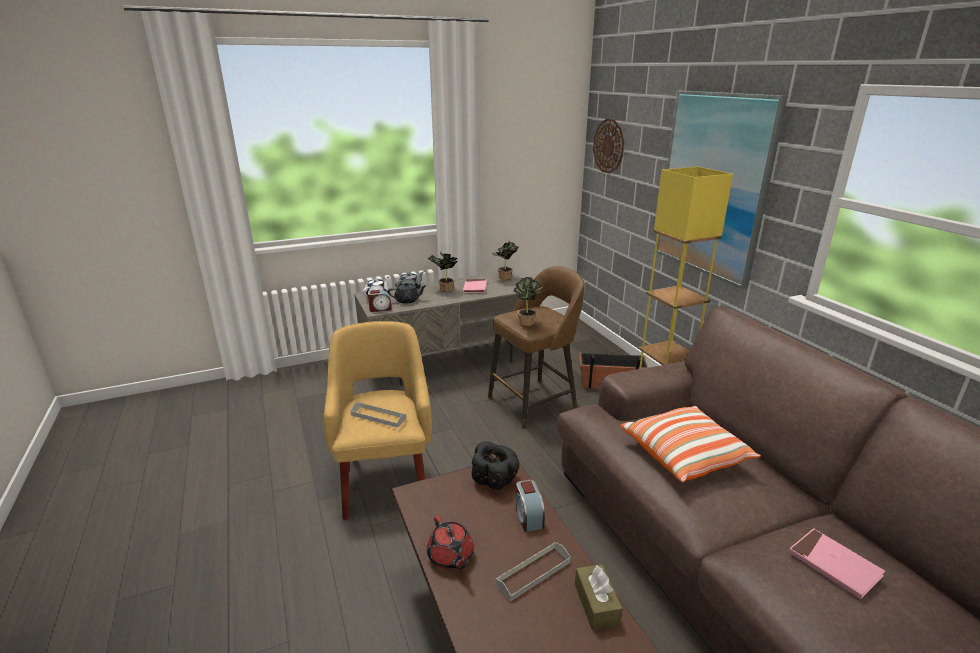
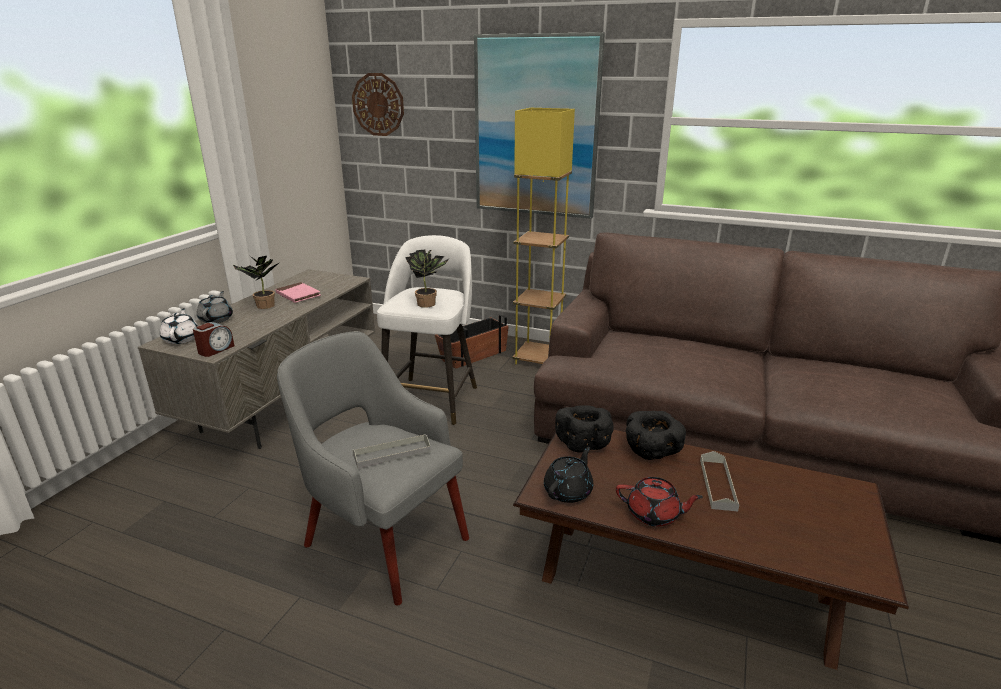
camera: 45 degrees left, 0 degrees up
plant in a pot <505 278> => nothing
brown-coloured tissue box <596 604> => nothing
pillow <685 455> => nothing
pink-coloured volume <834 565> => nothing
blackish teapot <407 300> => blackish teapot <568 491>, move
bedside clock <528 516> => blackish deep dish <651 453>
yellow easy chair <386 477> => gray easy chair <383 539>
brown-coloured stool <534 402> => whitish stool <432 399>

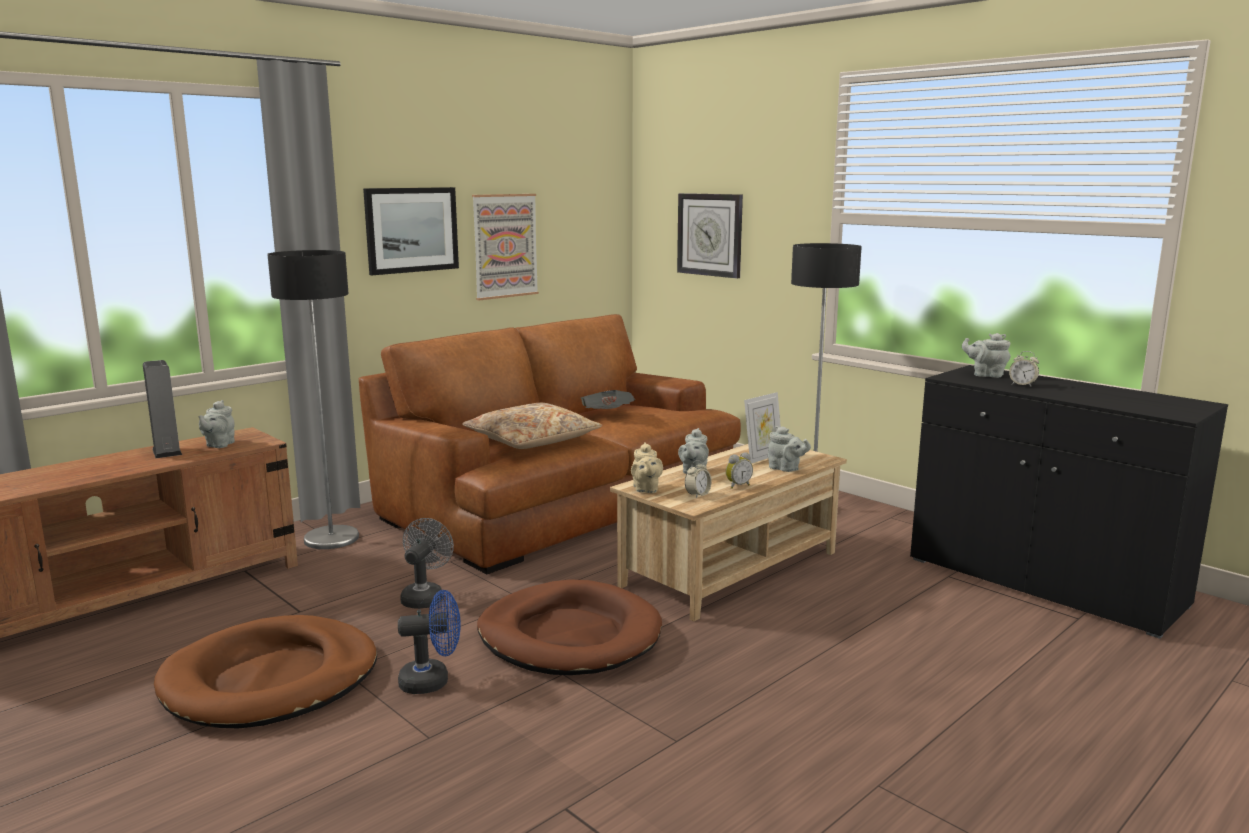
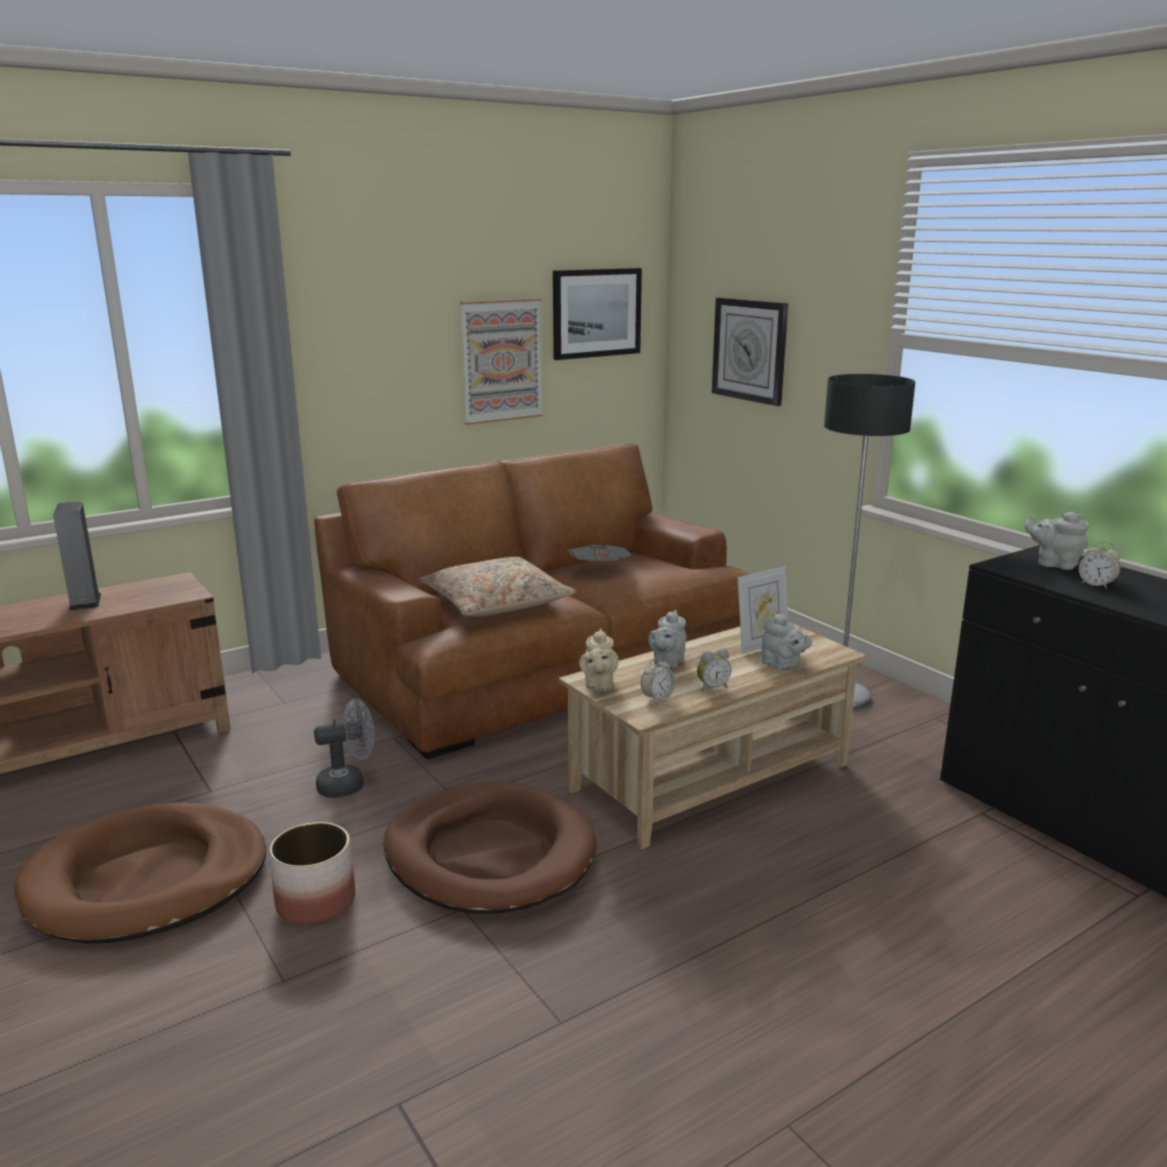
camera: 10 degrees right, 5 degrees up
gray teapot <219 445> => nothing
standard lamp <331 538> => nothing
wall picture <411 230> => wall picture <596 313>, move
blue-coloured fan <432 681> => planter <315 902>
gray fan <425 597> => gray fan <349 784>, 45 degrees clockwise

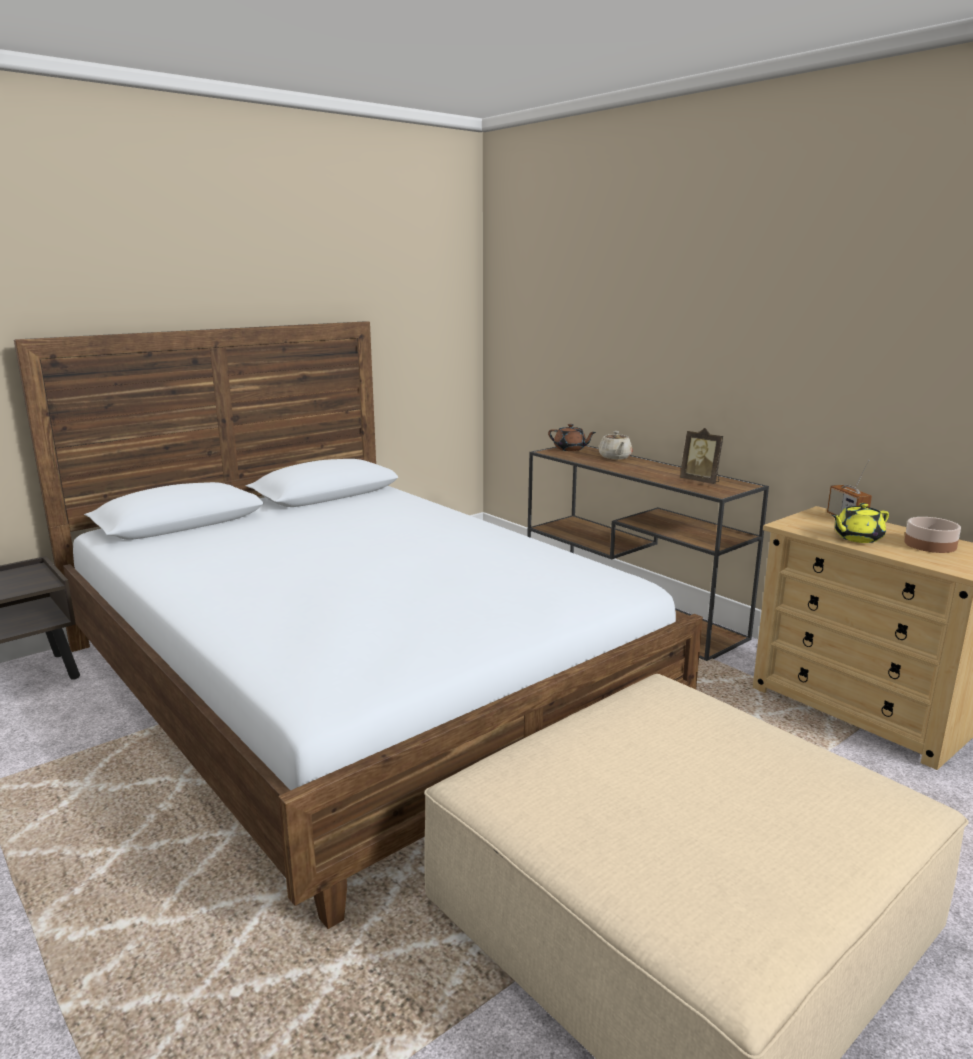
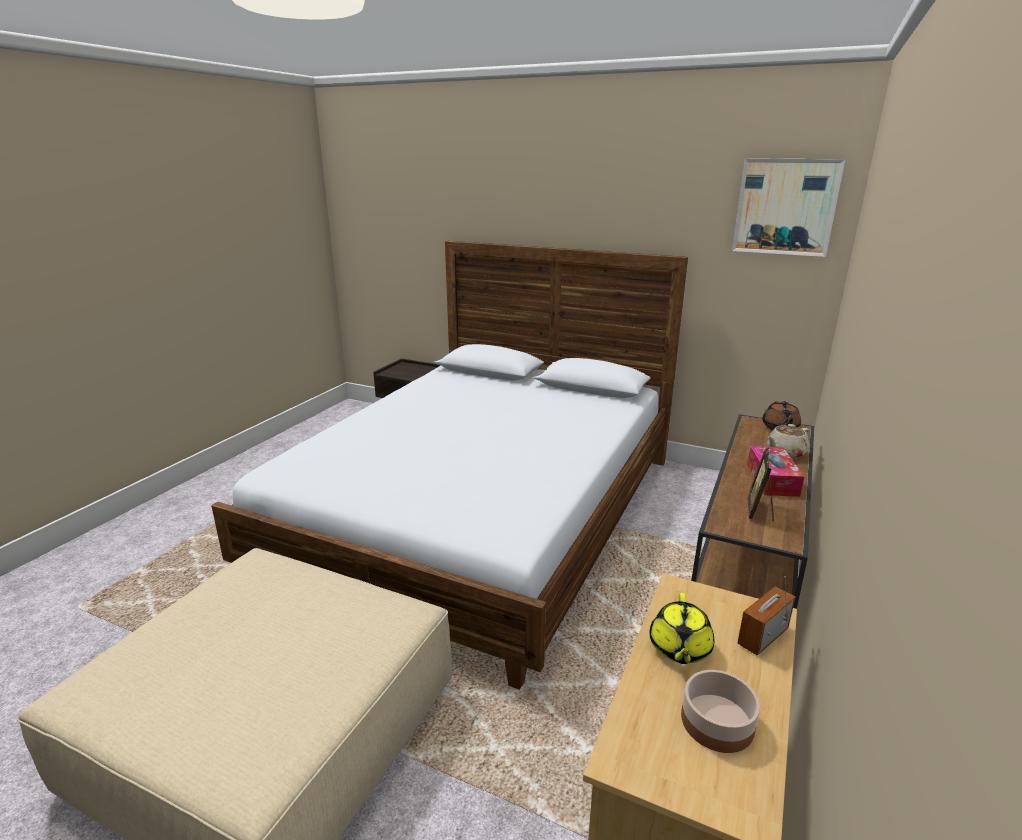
camera: 65 degrees right, 5 degrees up
nothing => wall picture <785 207>
nothing => tissue box <772 480>
yellow teapot <857 538> => yellow teapot <679 648>, 120 degrees counterclockwise

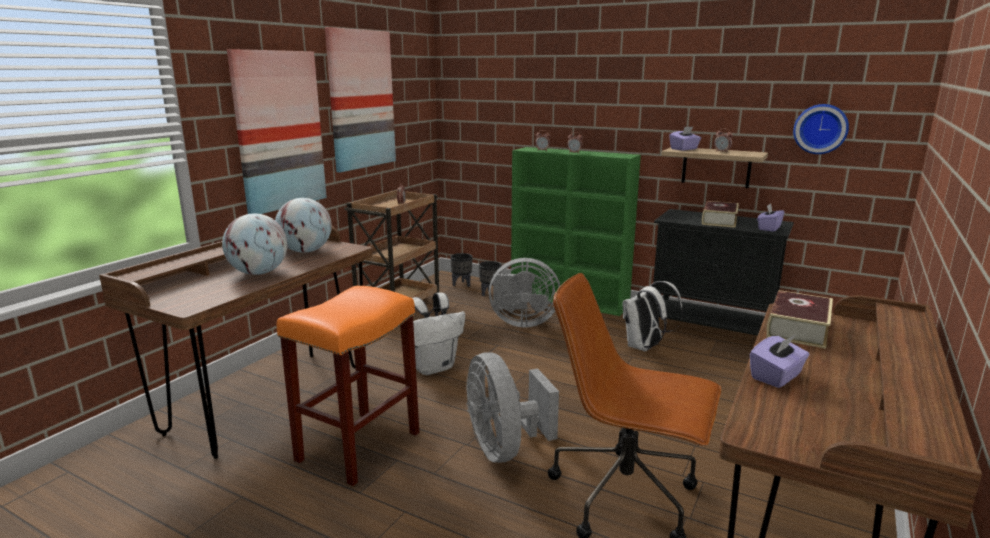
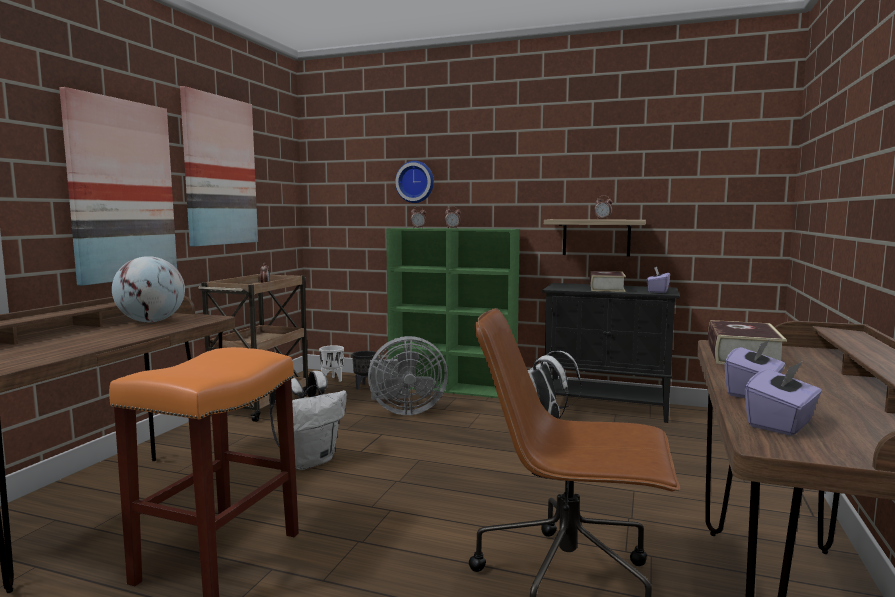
camera: 10 degrees left, 10 degrees down
globe <259 273> => nothing
gray fan <504 448> => nothing
purplish tissue box <684 149> => purplish tissue box <781 424>, move
clock on the wall <820 129> => clock on the wall <415 182>, move
blackish planter <462 284> => whitish planter <332 380>

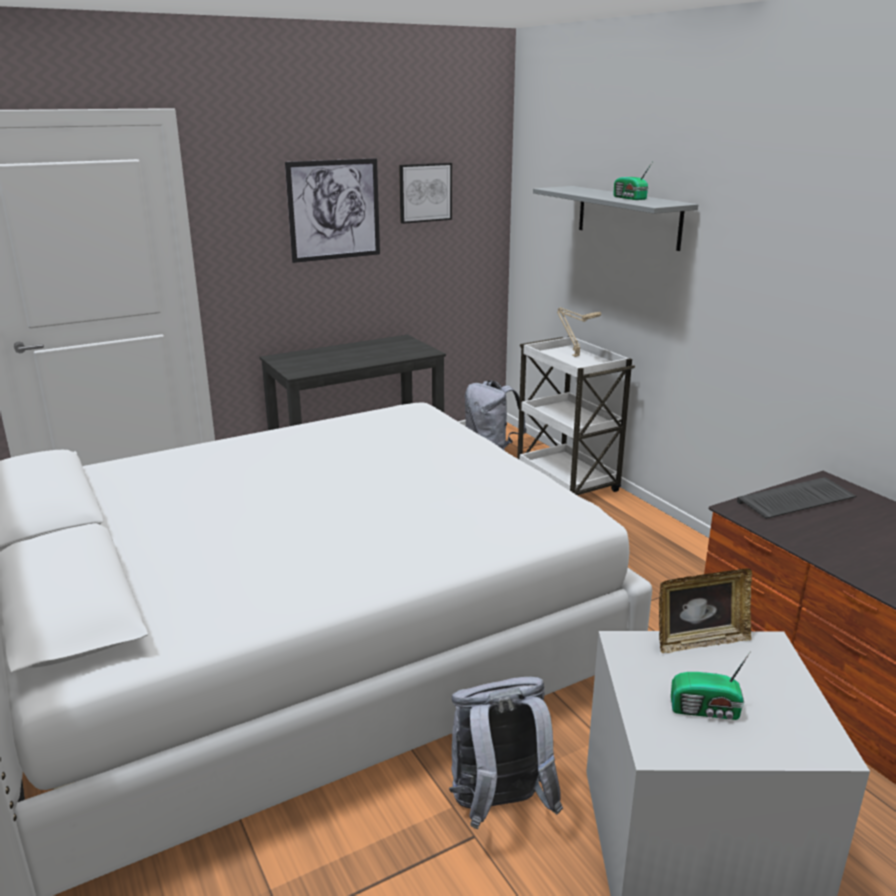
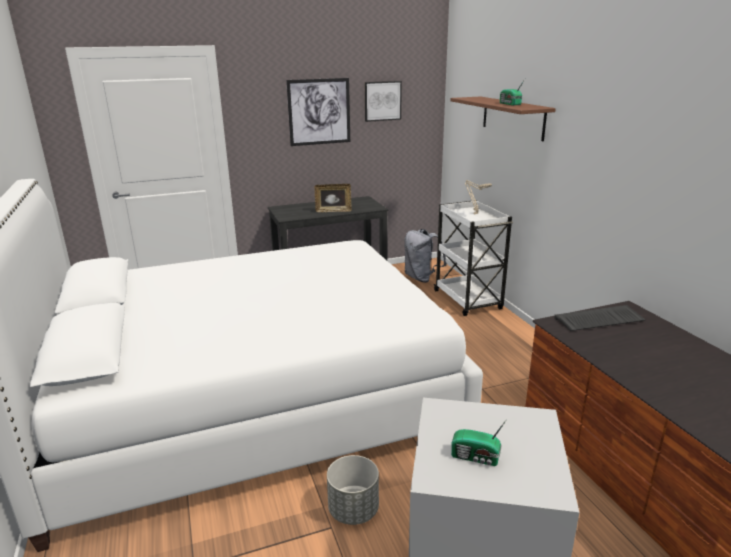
camera: 10 degrees right, 0 degrees up
picture frame <700 641> => picture frame <333 211>, move
gray backpack <499 807> => gray planter <353 510>
gray bracket shelf <628 217> => brown-coloured bracket shelf <512 117>

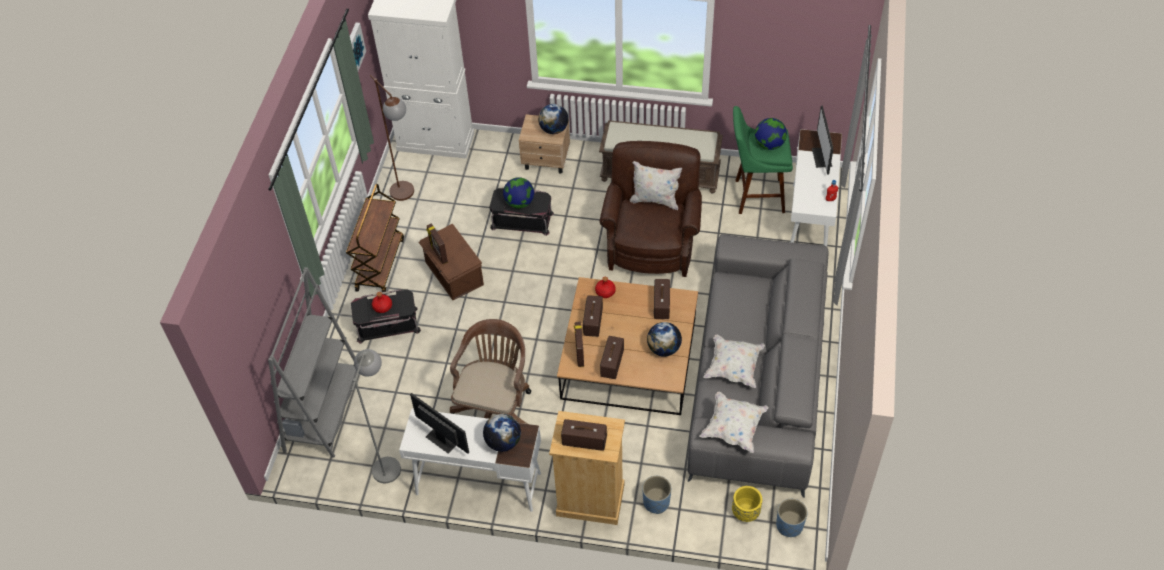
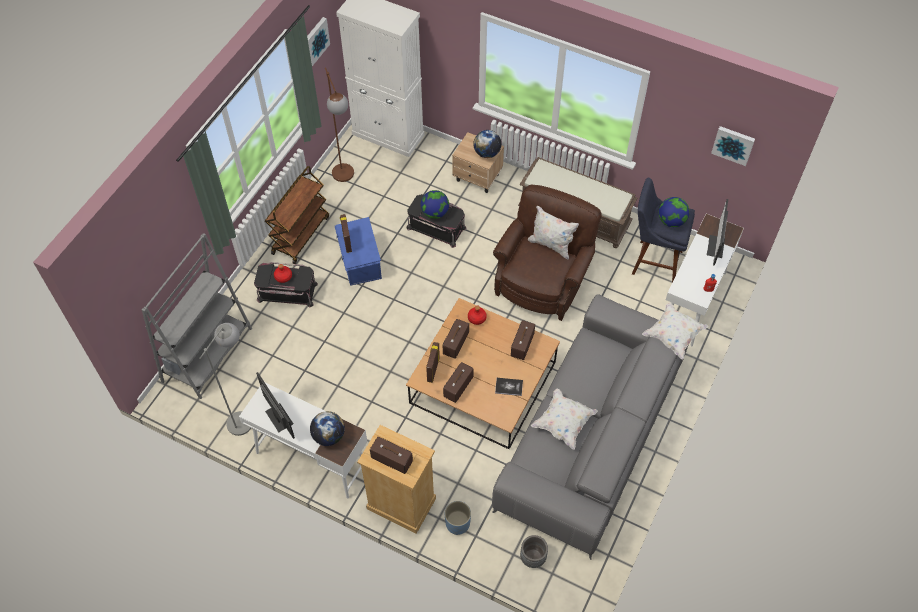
camera: 15 degrees right, 5 degrees up
brown-coloured computer chair <495 408> => nothing
blue-coloured planter <789 525> => nothing
nothing => wall picture <733 144>
whitish pillow <733 428> => whitish pillow <673 336>, move
globe <664 349> => volume <509 387>
brown-coloured storage bin <453 274> => blue-coloured storage bin <359 261>
yellow planter <745 512> => gray planter <533 557>
green stool <755 196> => blue-coloured stool <653 261>

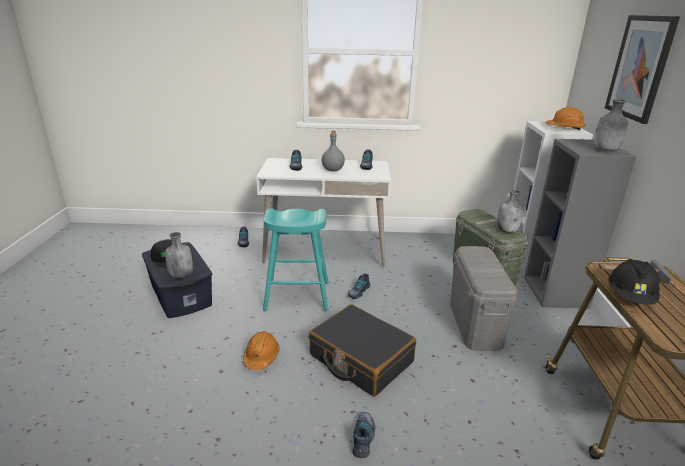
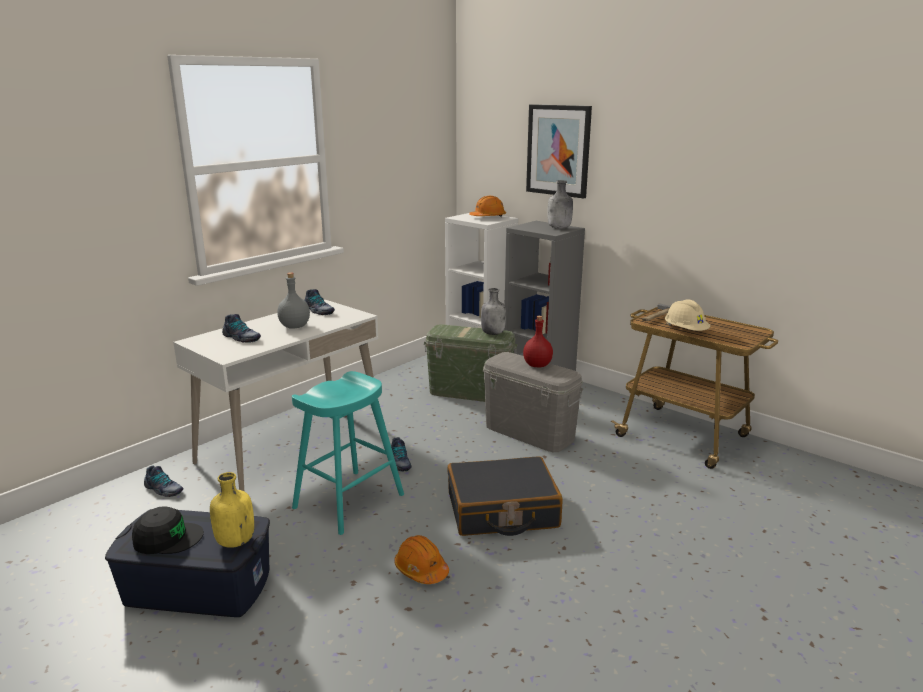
camera: 50 degrees left, 5 degrees down
shoe <363 438> => nothing
nothing => red drink bottle <536 365>
gray drink bottle <181 275> => yellow drink bottle <234 541>
blackish hard hat <630 297> => beige-coloured hard hat <685 331>

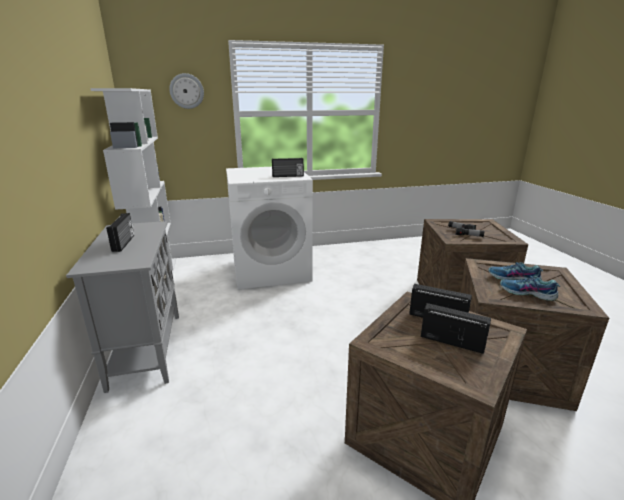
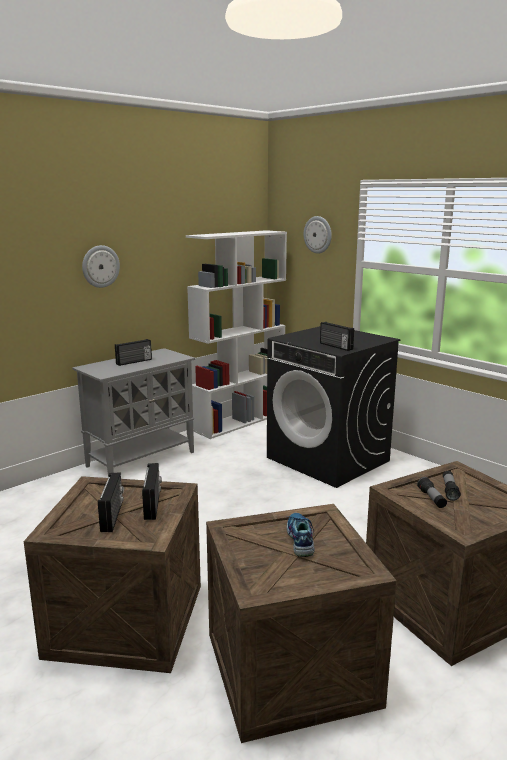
camera: 60 degrees right, 5 degrees down
shoe <527 293> => nothing
nothing => clock on the wall <100 266>
whitish laundry machine <271 270> => blackish laundry machine <328 459>

